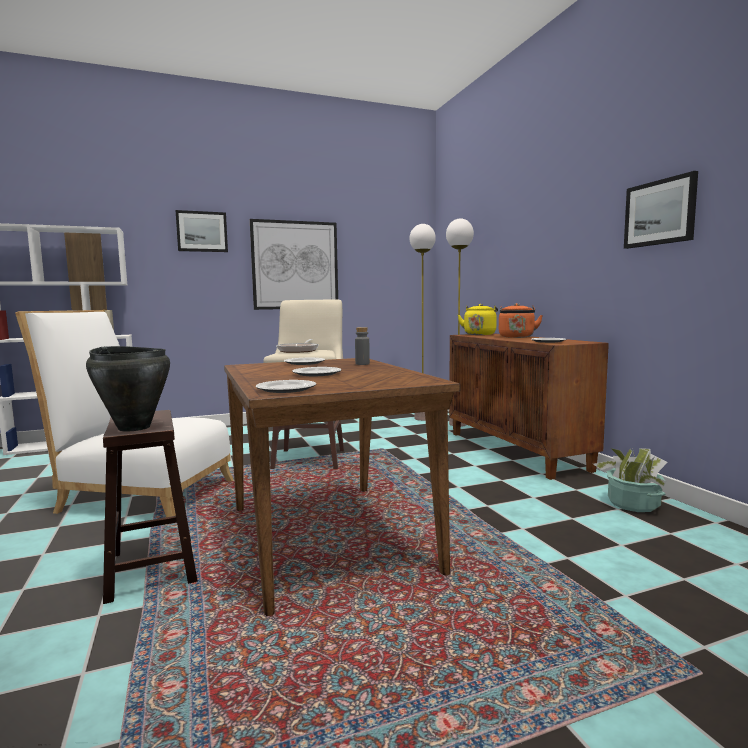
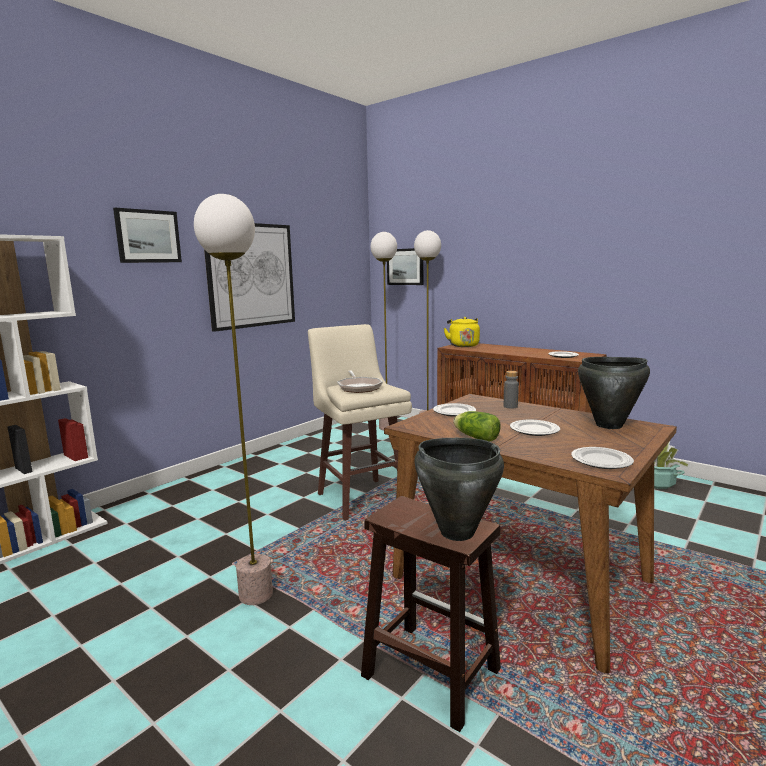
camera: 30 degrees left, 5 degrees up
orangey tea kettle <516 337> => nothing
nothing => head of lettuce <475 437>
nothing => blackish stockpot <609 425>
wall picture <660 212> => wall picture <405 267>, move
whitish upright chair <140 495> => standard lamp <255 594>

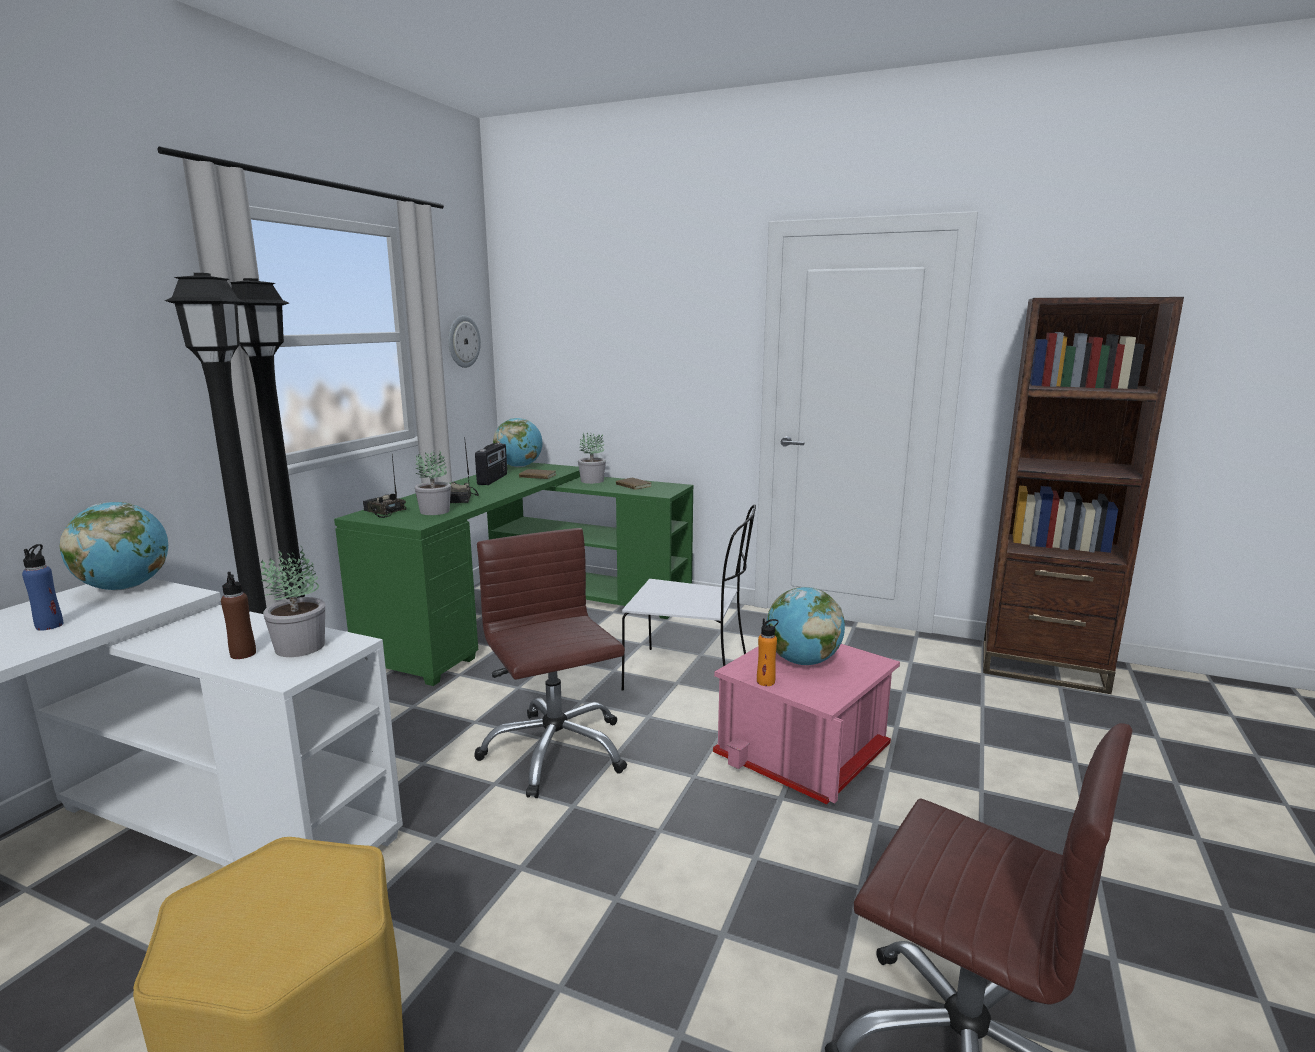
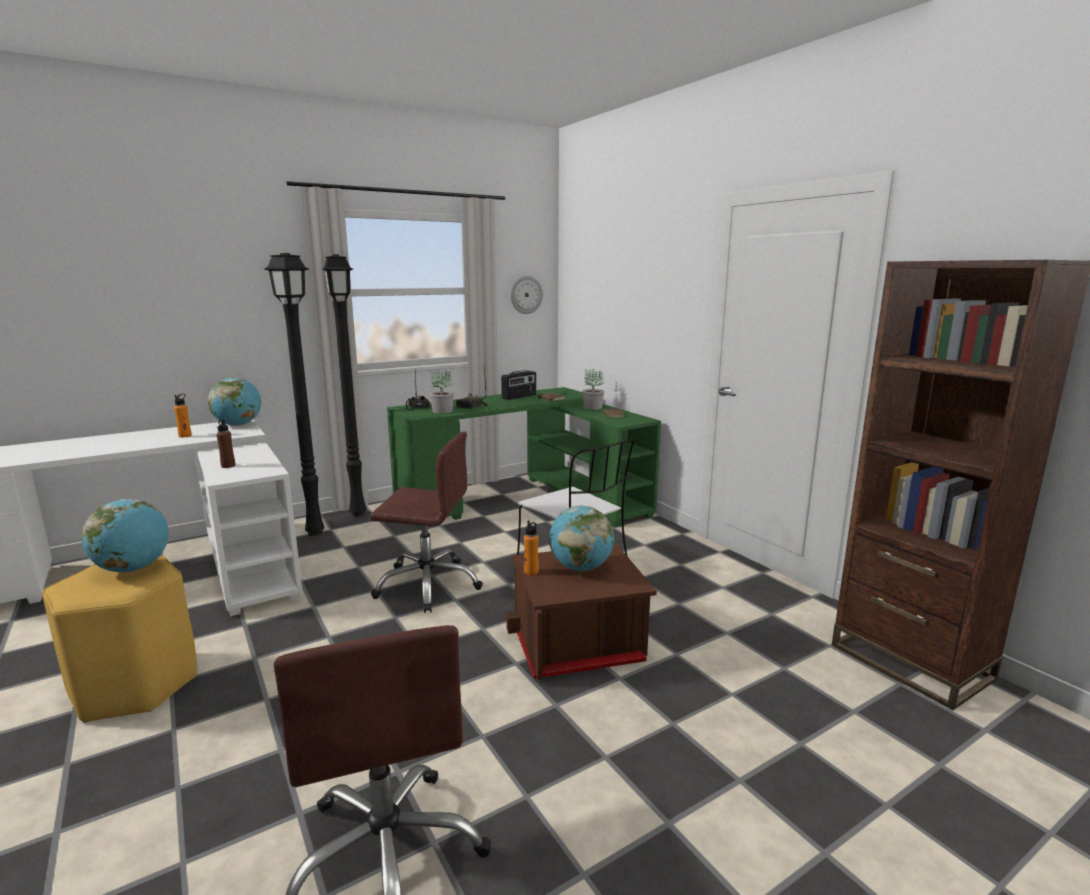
camera: 35 degrees right, 0 degrees up
plant in a pot <300 646> => nothing
globe <519 466> => globe <133 569>, move
blue-coloured drink bottle <49 626> => orangey drink bottle <185 436>
pink-coloured storage bin <805 750> => brown-coloured storage bin <578 642>
brown-coloured computer chair <554 751> => brown-coloured computer chair <428 584>, 90 degrees clockwise

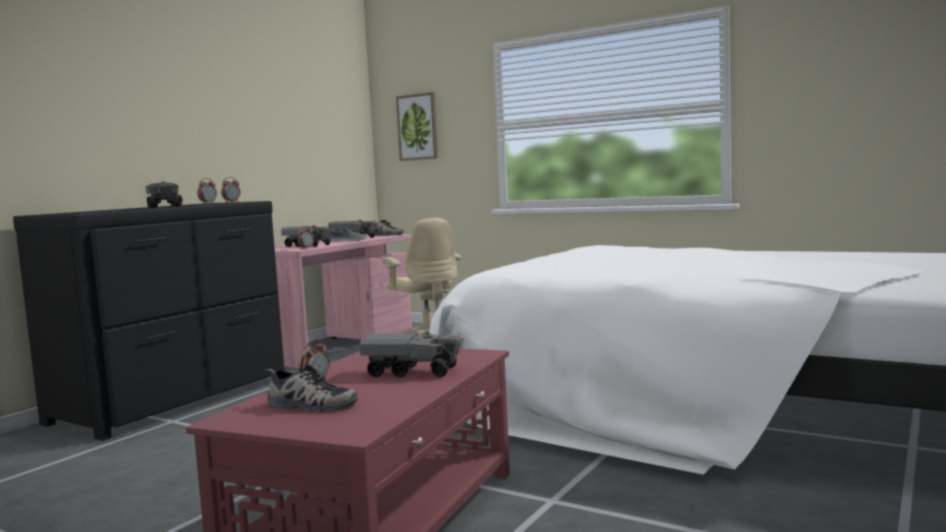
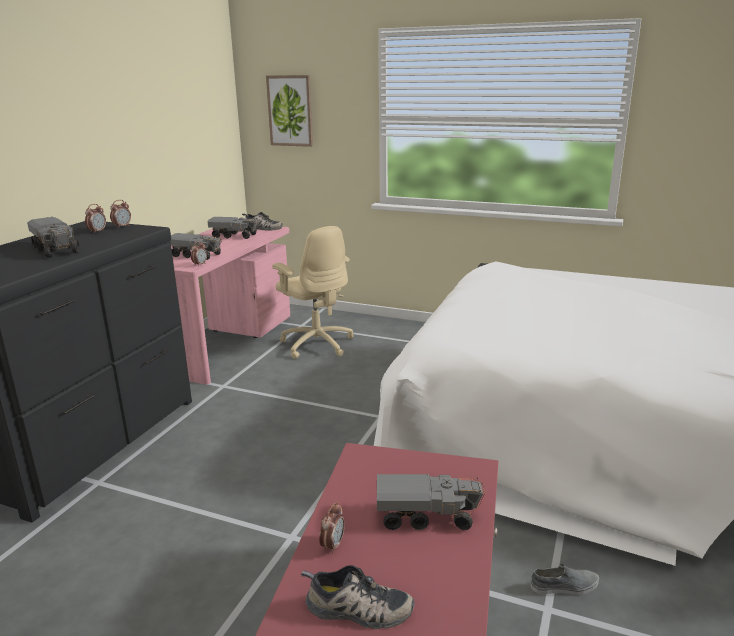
camera: 10 degrees left, 15 degrees up
gray shoe <348 240> => gray shoe <564 586>, move

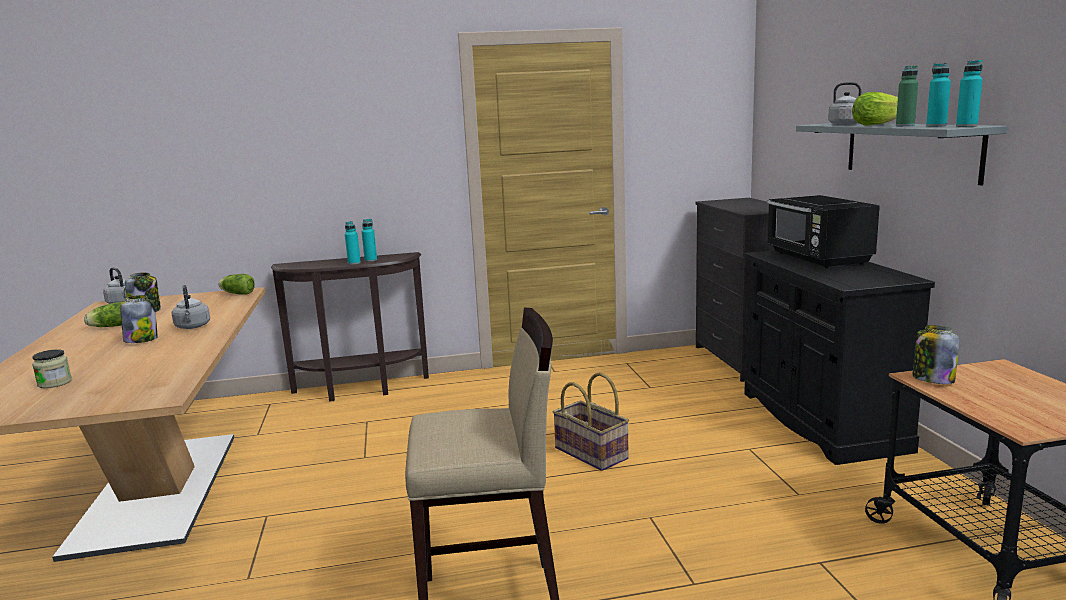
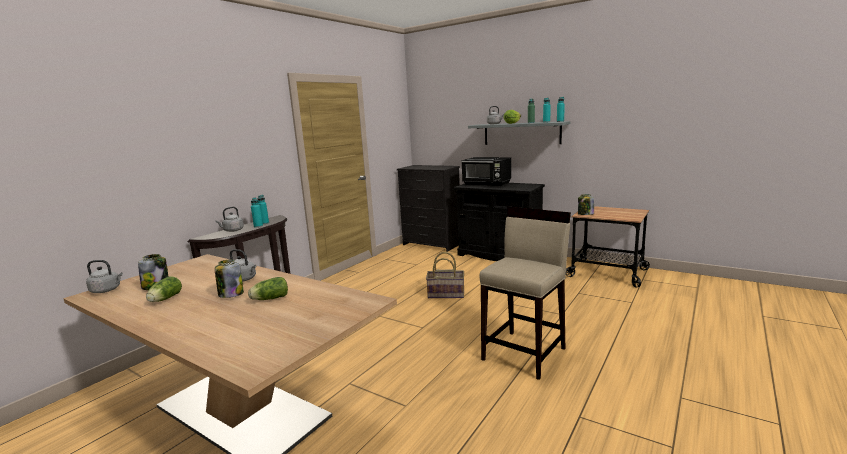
camera: 45 degrees left, 0 degrees up
storage jar <55 383> => nothing
nothing => gray tea kettle <232 230>
head of lettuce <237 293> => head of lettuce <269 299>, move

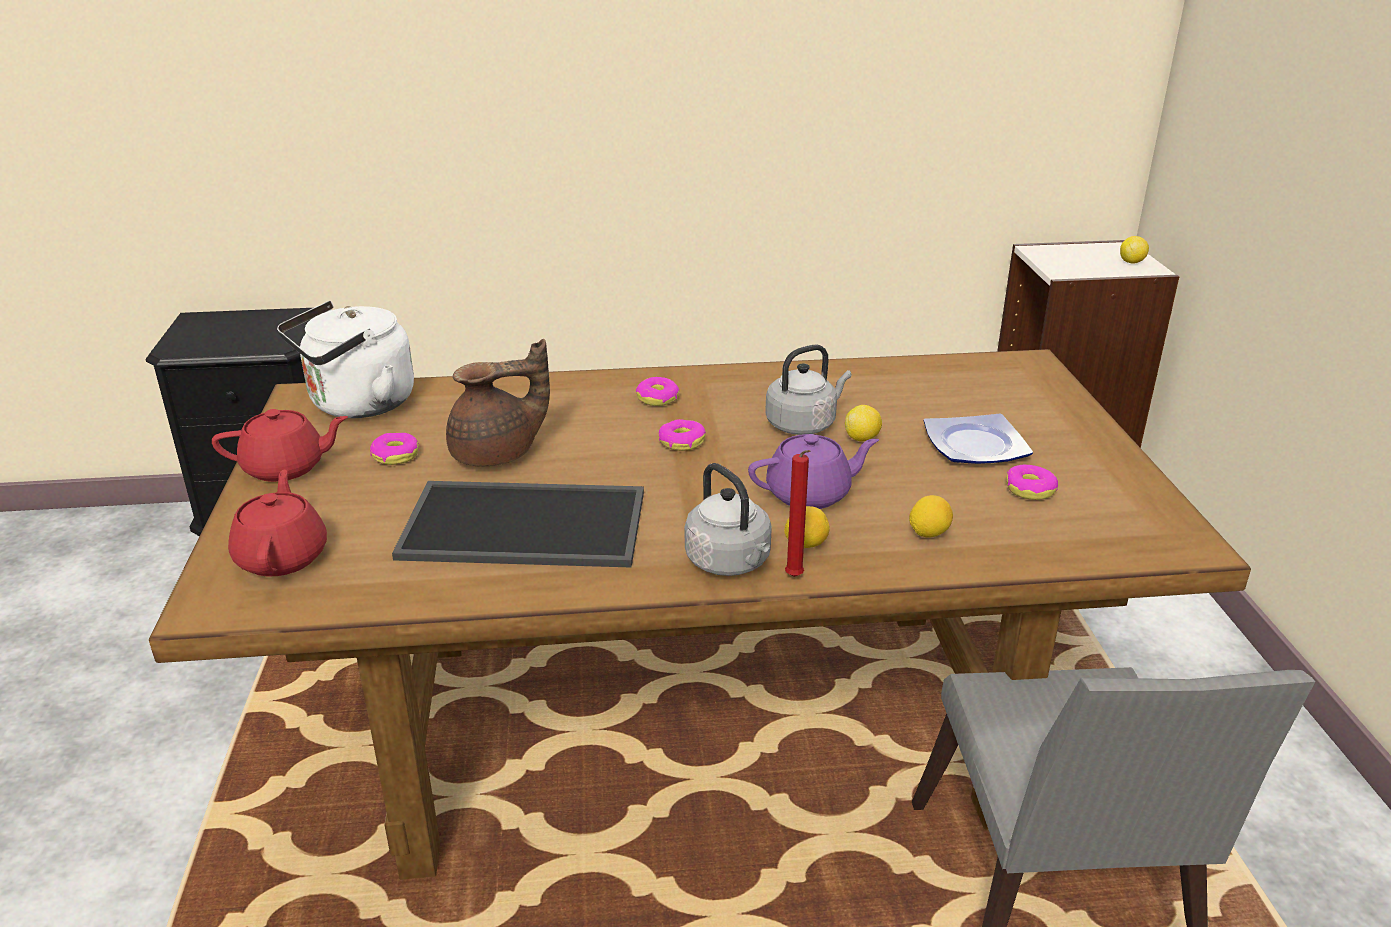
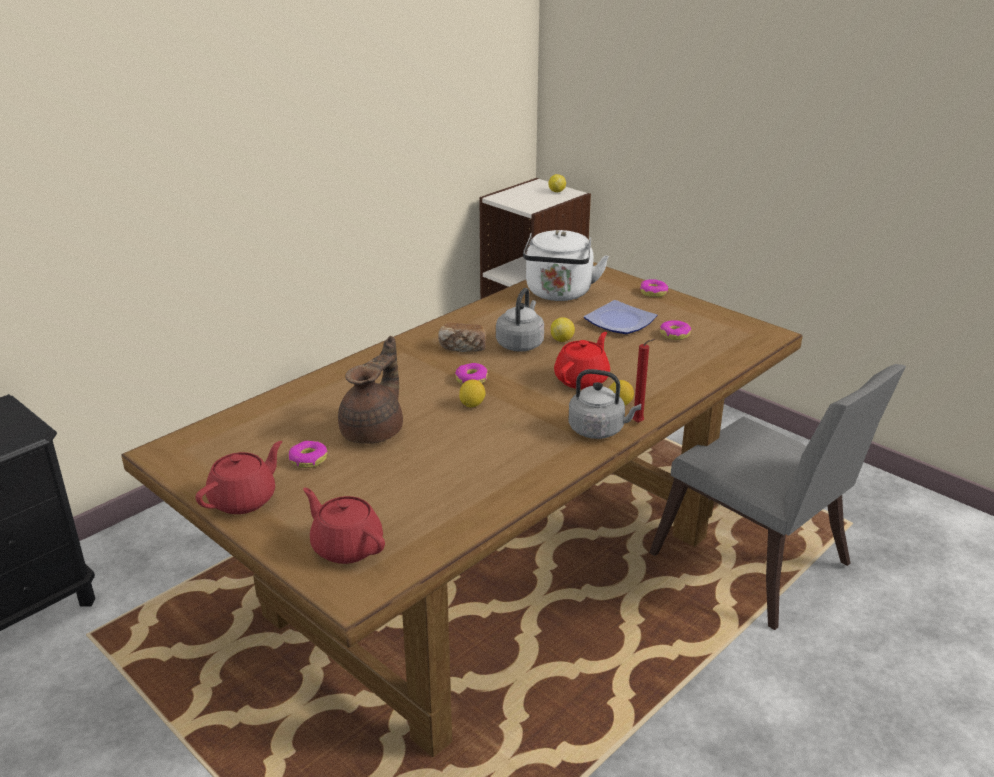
camera: 40 degrees left, 0 degrees up
serving tray <527 523> => nothing
nothing => bread <463 348>
whitish tea kettle <357 405> => whitish tea kettle <559 294>, move
donut <657 398> => donut <653 293>, move
citrus fruit <928 533> => citrus fruit <472 404>, move
purplish teapot <810 494> => red teapot <582 379>

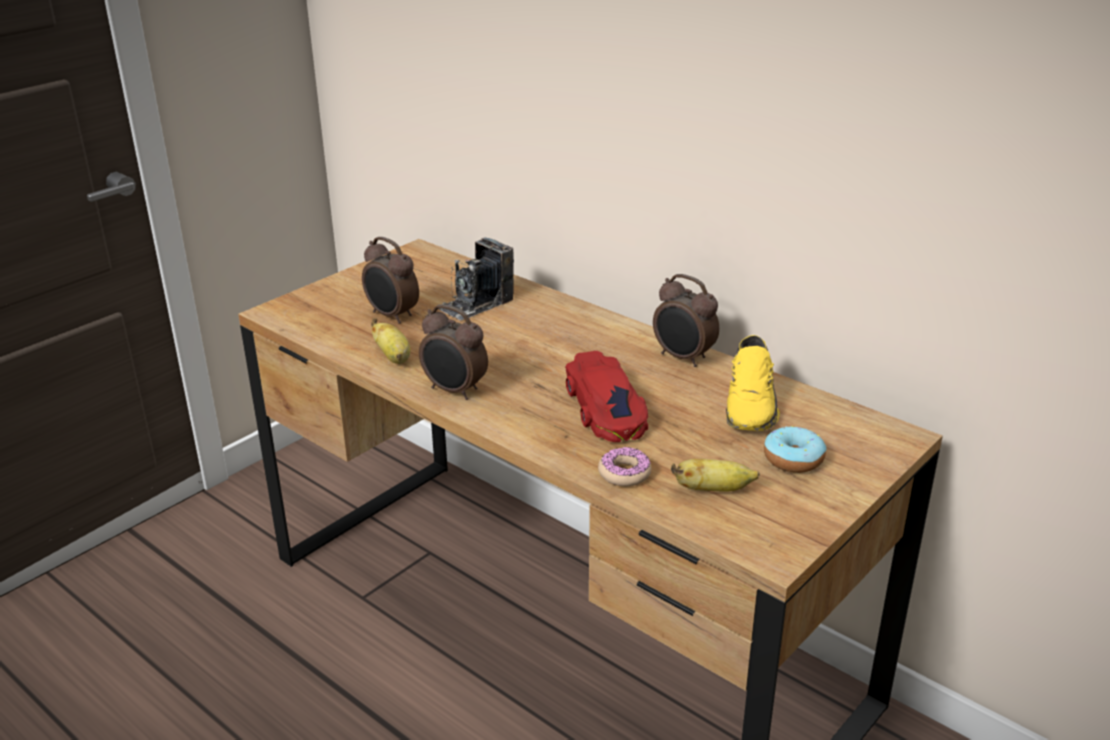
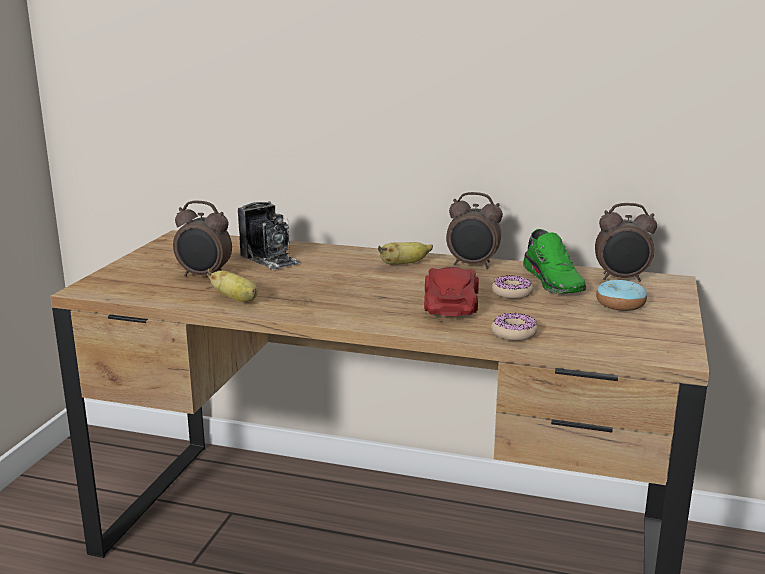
camera: 25 degrees left, 10 degrees down
nothing => donut <512 293>
bedside clock <454 391> => bedside clock <621 279>, move
whole banana <713 490> => whole banana <404 264>, move
yellow shoe <752 405> => green shoe <554 281>
still camera <476 304> => still camera <270 259>, 60 degrees counterclockwise
red toy car <605 408> => red toy car <451 300>, 135 degrees counterclockwise

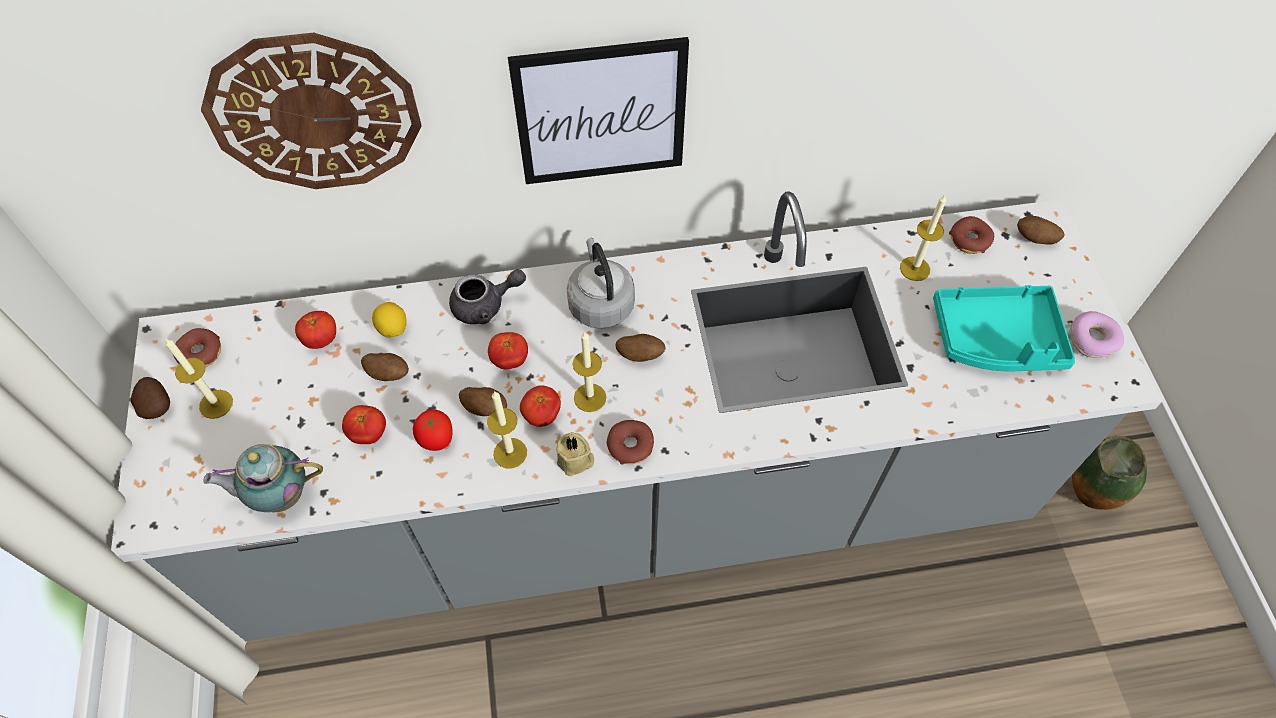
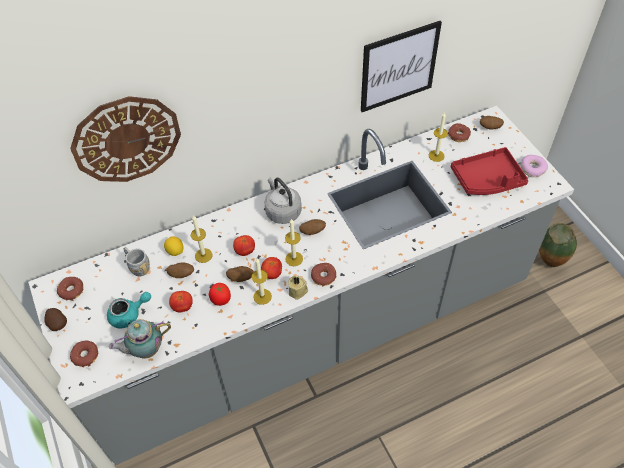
camera: 15 degrees left, 5 degrees down
gray teapot <486 305> => nothing
nothing => donut <85 355>
nothing => turquoise teapot <129 315>
candle <216 404> => candle <203 255>, move
wall picture <601 113> => wall picture <398 67>, move
whole tomato <321 339> => gray coffee mug <137 266>
turquoise serving tray <997 339> => red serving tray <487 179>

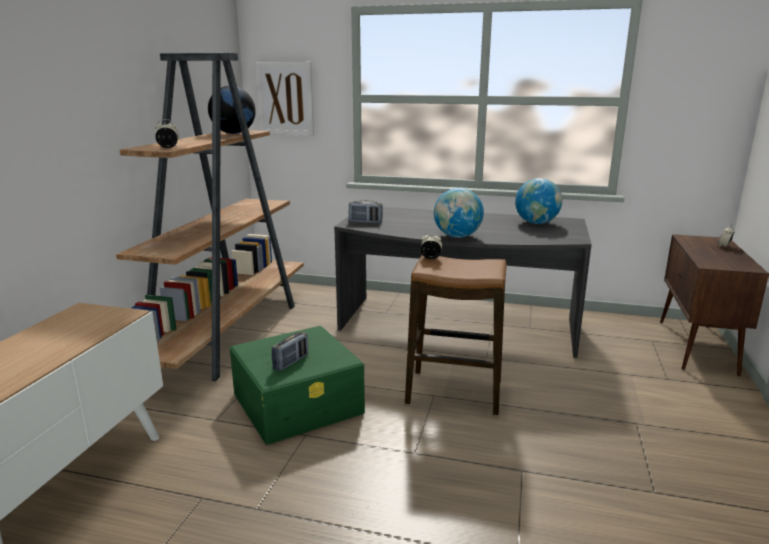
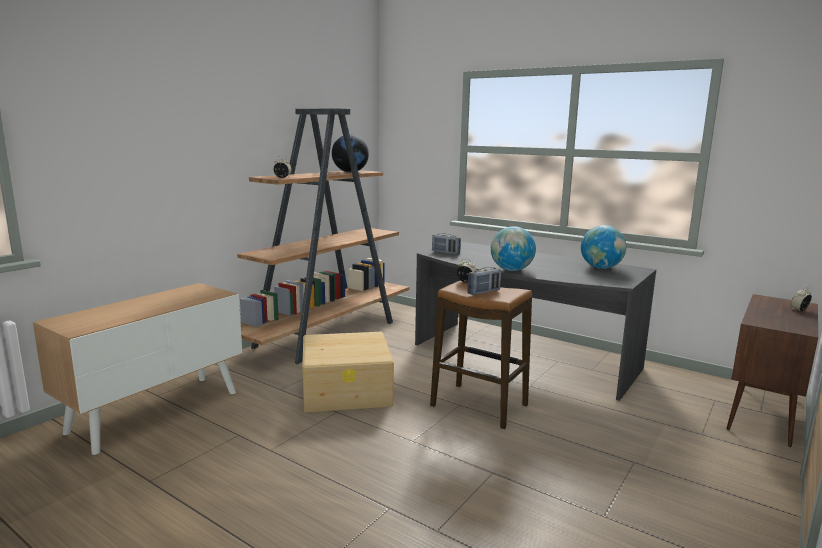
camera: 20 degrees right, 5 degrees down
wall picture <285 99> => nothing
radio receiver <291 362> => radio receiver <483 292>, move
green storage bin <298 402> => beige-coloured storage bin <347 389>

